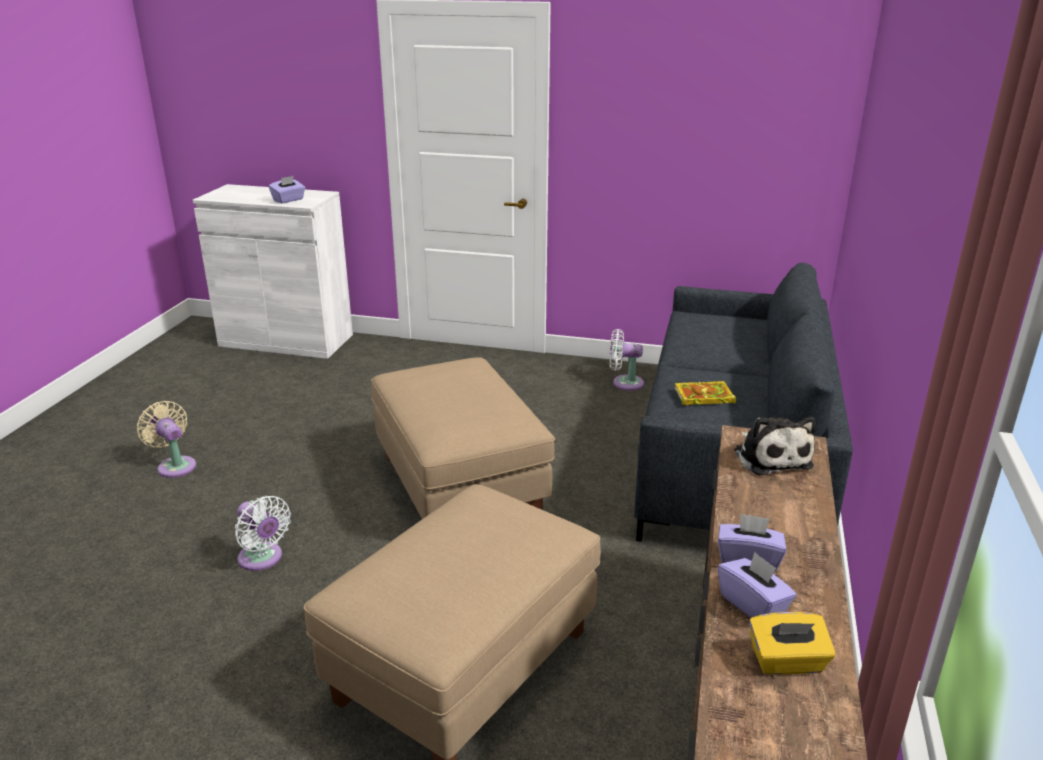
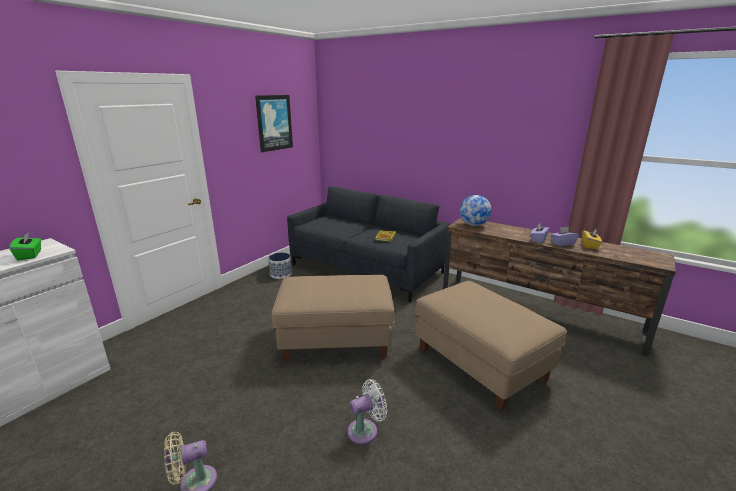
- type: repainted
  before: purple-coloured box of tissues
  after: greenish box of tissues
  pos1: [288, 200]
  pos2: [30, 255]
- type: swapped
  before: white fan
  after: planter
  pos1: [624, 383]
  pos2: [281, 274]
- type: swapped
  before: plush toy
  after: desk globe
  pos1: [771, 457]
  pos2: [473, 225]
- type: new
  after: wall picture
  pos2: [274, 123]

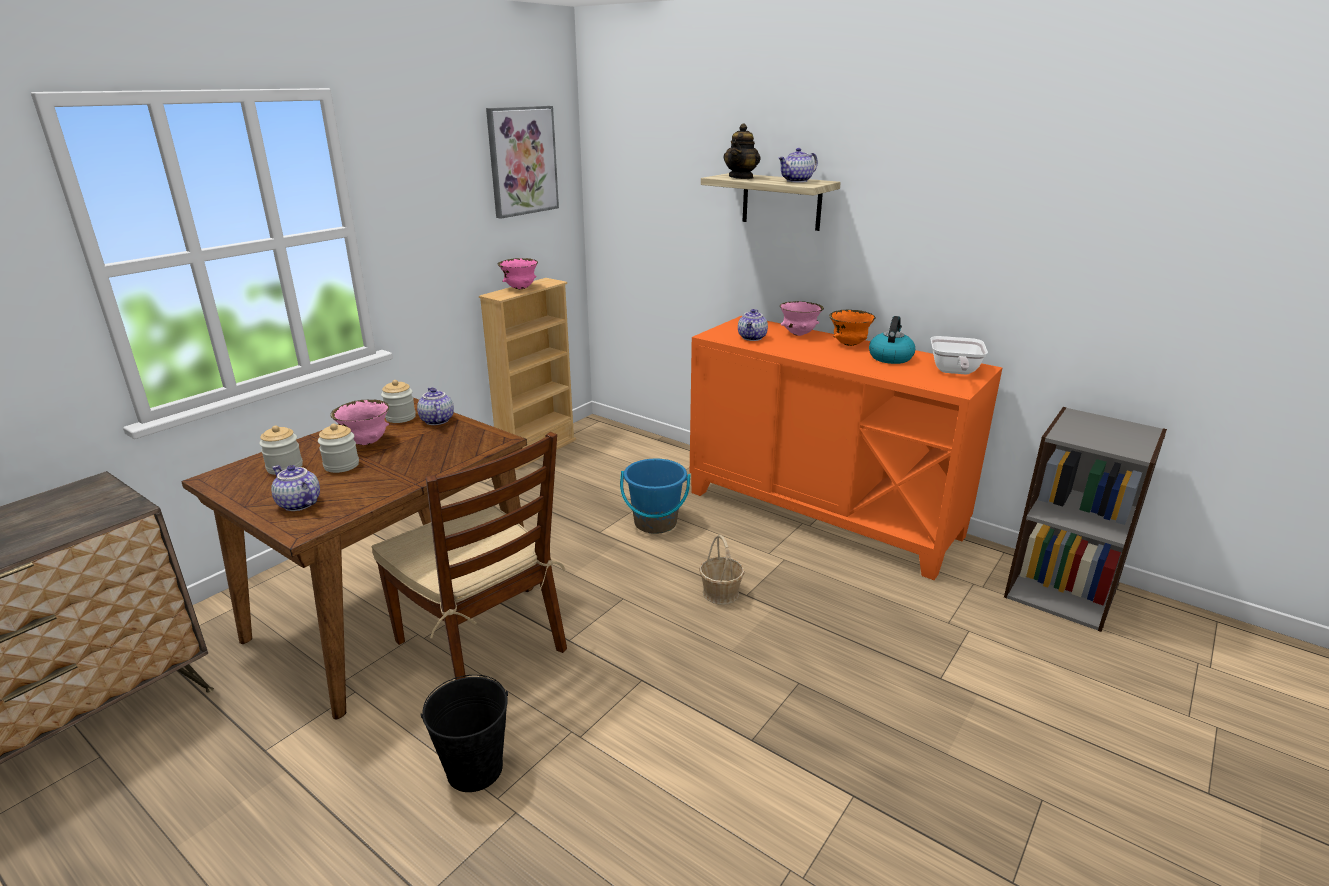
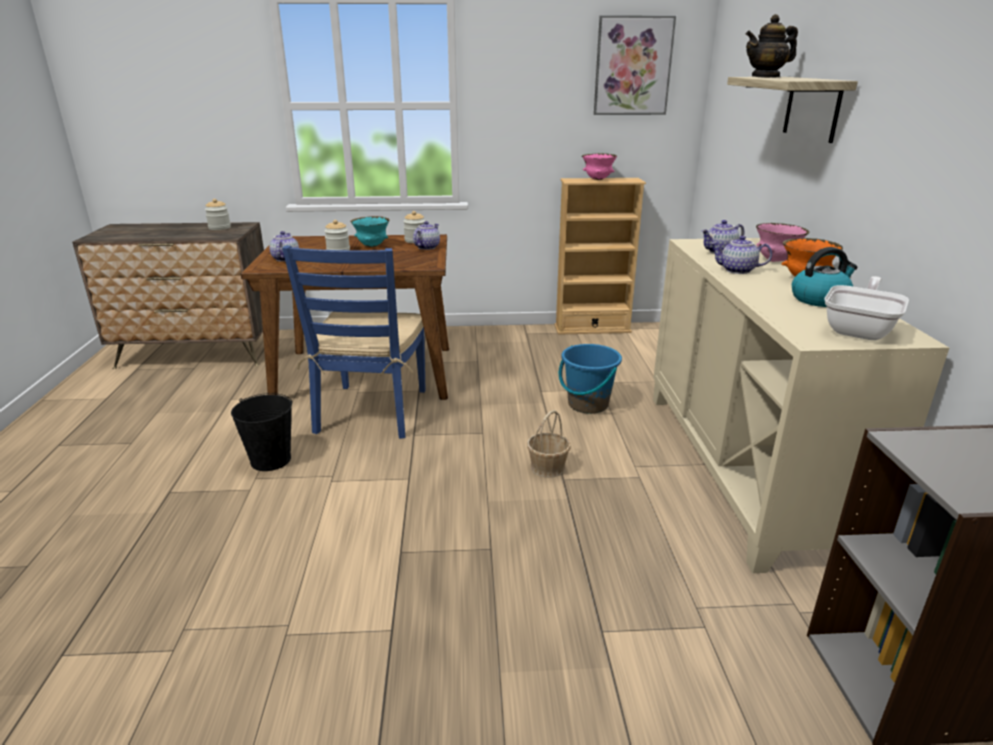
- type: shifted
  before: preserve jar
  pos1: [285, 467]
  pos2: [219, 228]
- type: repainted
  before: pinkish serving bowl
  after: turquoise-coloured serving bowl
  pos1: [366, 443]
  pos2: [372, 246]
- type: repainted
  before: brown plain chair
  after: blue-coloured plain chair
  pos1: [482, 646]
  pos2: [372, 411]
- type: repainted
  before: orange-coloured storage cabinet
  after: sand-coloured storage cabinet
  pos1: [822, 513]
  pos2: [743, 467]
- type: shifted
  before: tea pot
  pos1: [797, 181]
  pos2: [737, 270]
- type: rotated
  before: skillet
  pos1: [954, 372]
  pos2: [860, 329]
  turn: 150

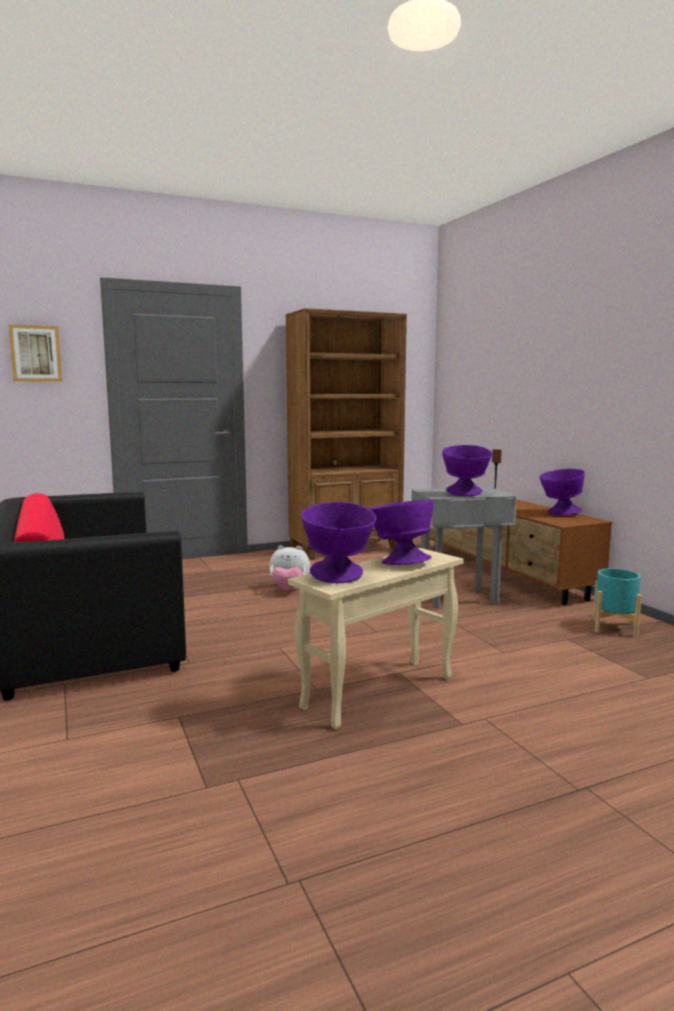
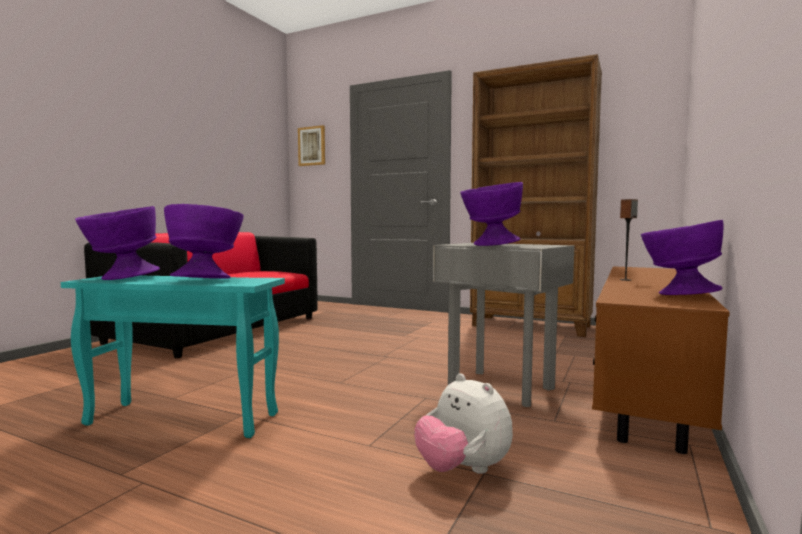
- type: shifted
  before: plush toy
  pos1: [289, 590]
  pos2: [463, 470]
- type: repainted
  before: sand-coloured side table
  after: turquoise-coloured side table
  pos1: [379, 692]
  pos2: [182, 419]
- type: gone
  before: turquoise-coloured planter
  pos1: [615, 627]

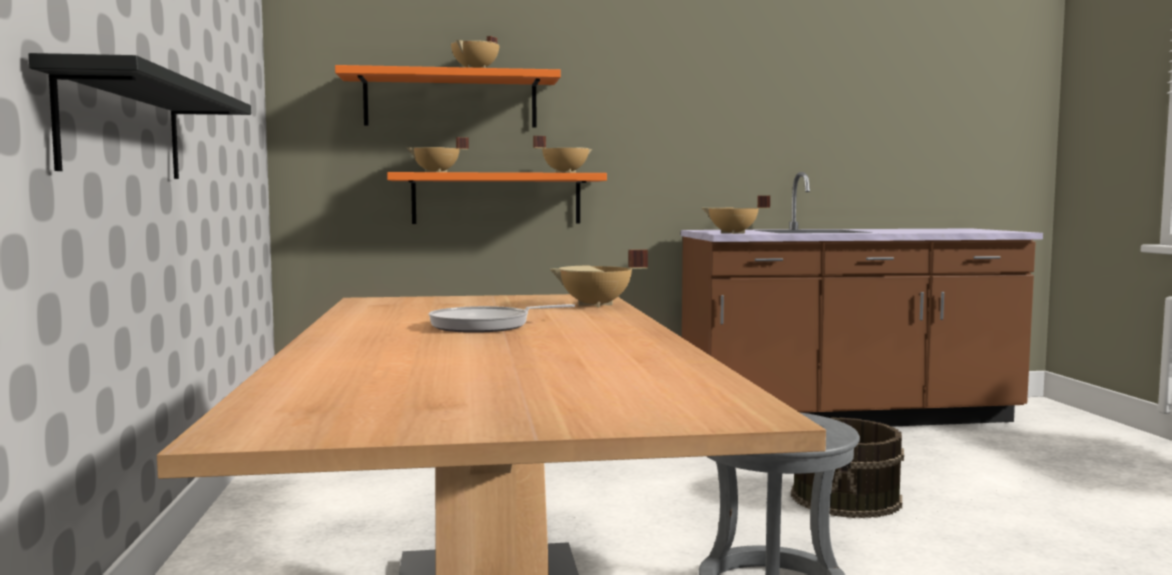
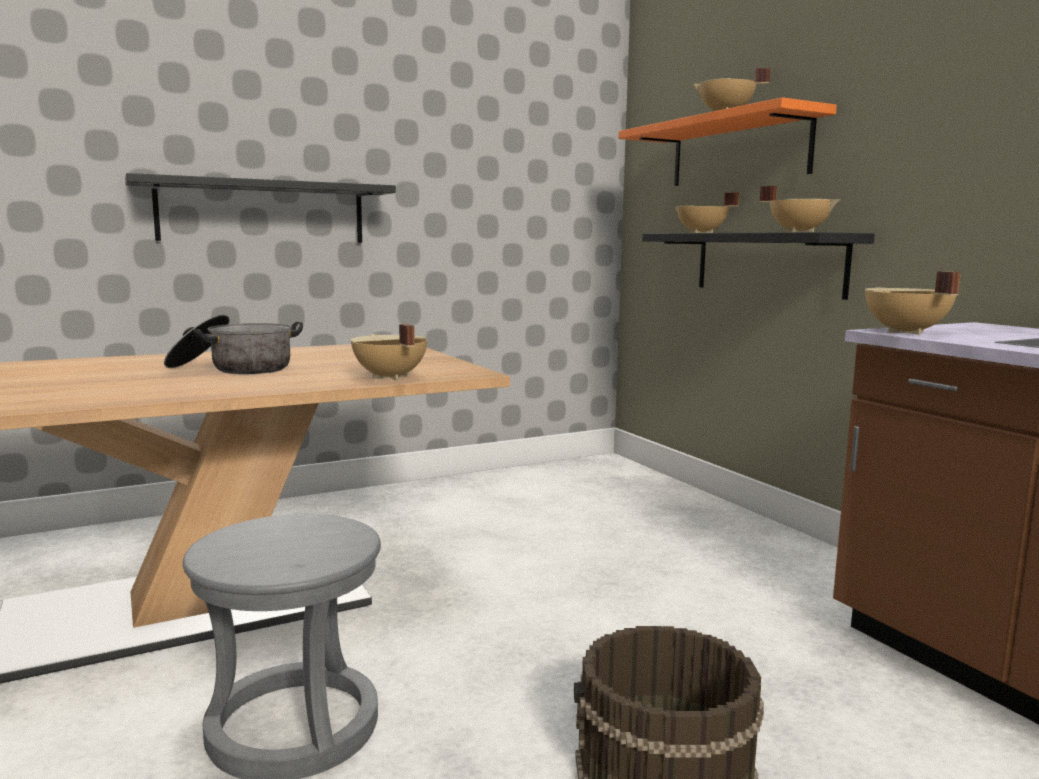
- type: repainted
  before: orange-coloured wall shelf
  after: black-coloured wall shelf
  pos1: [496, 198]
  pos2: [768, 263]
- type: swapped
  before: skillet
  after: saucepot
  pos1: [486, 325]
  pos2: [233, 369]

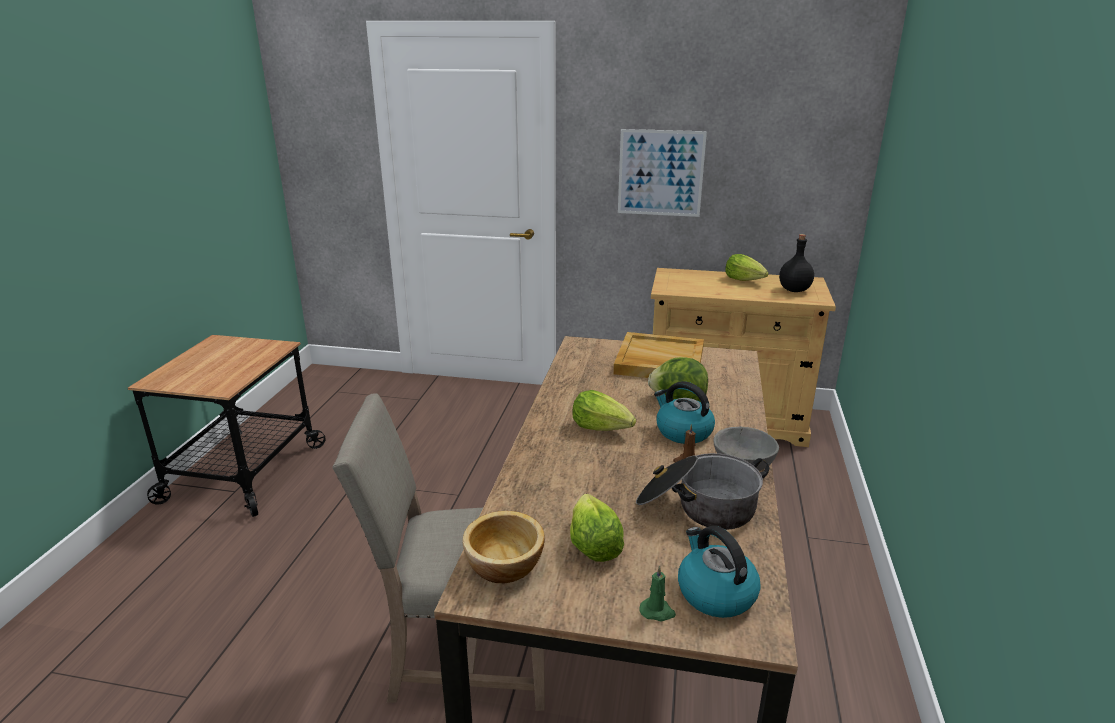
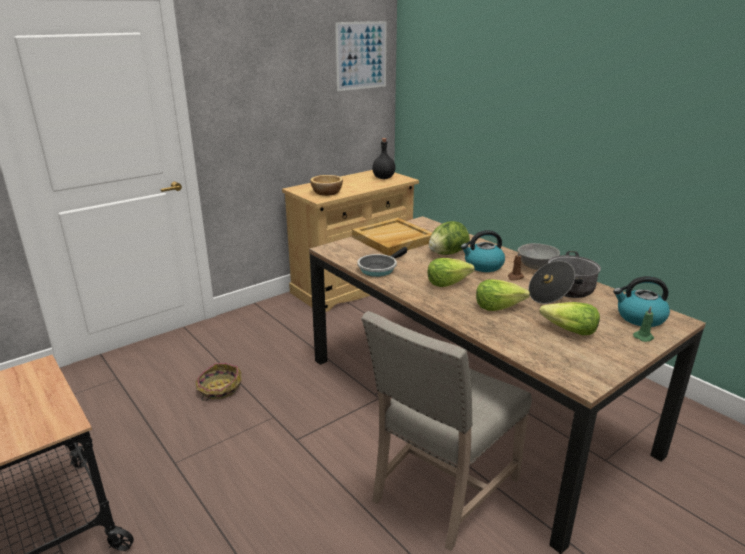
- type: shifted
  before: serving bowl
  pos1: [505, 565]
  pos2: [327, 192]
- type: shifted
  before: wall picture
  pos1: [660, 173]
  pos2: [361, 55]
- type: shifted
  before: lettuce head
  pos1: [744, 280]
  pos2: [498, 307]
- type: new
  after: basket
  pos2: [219, 389]
- type: new
  after: skillet
  pos2: [379, 268]

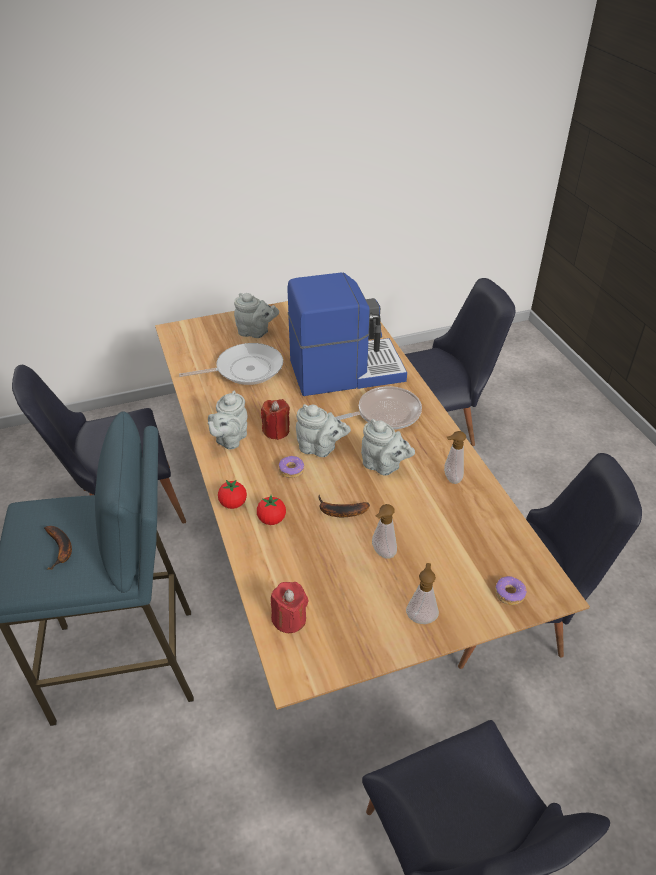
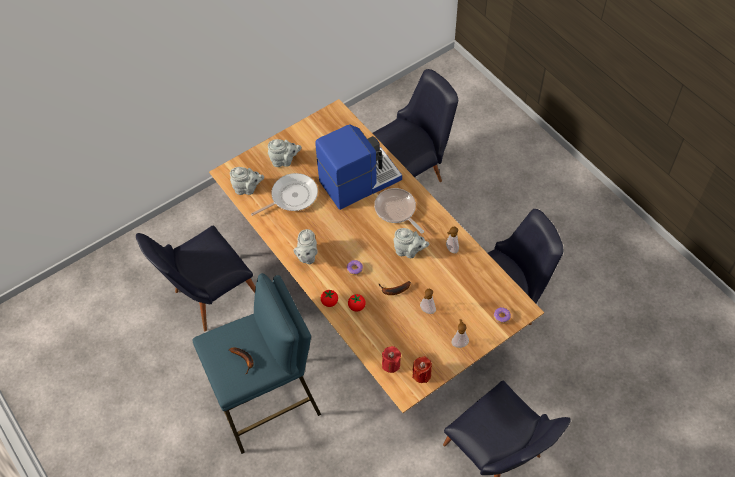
- type: shifted
  before: red wax candle
  pos1: [276, 431]
  pos2: [421, 374]
- type: shifted
  before: grey tea pot
  pos1: [320, 449]
  pos2: [247, 189]
- type: rotated
  before: skillet
  pos1: [385, 413]
  pos2: [396, 210]
  turn: -90

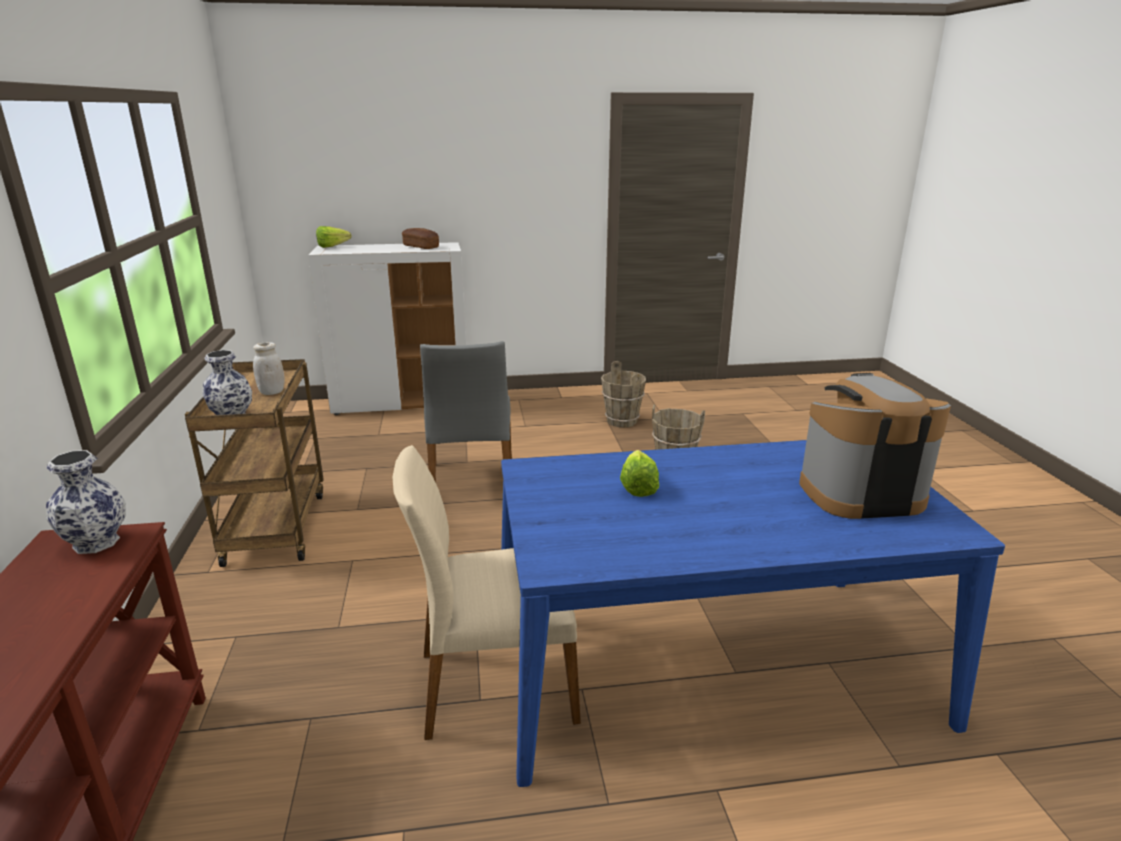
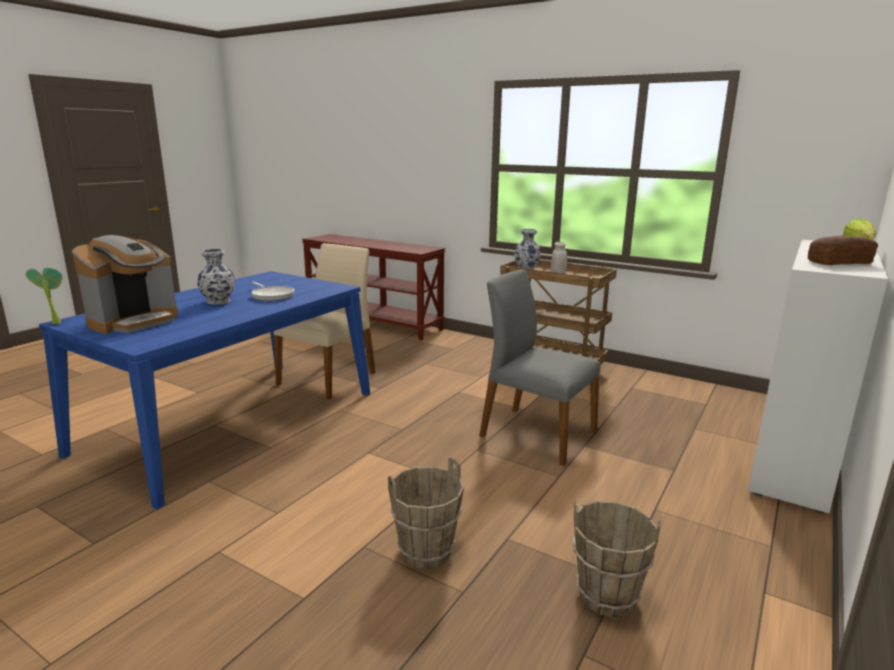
- type: shifted
  before: flower vase
  pos1: [96, 543]
  pos2: [218, 301]
- type: swapped
  before: lettuce head
  after: skillet
  pos1: [639, 485]
  pos2: [272, 295]
- type: new
  after: potted plant
  pos2: [55, 323]

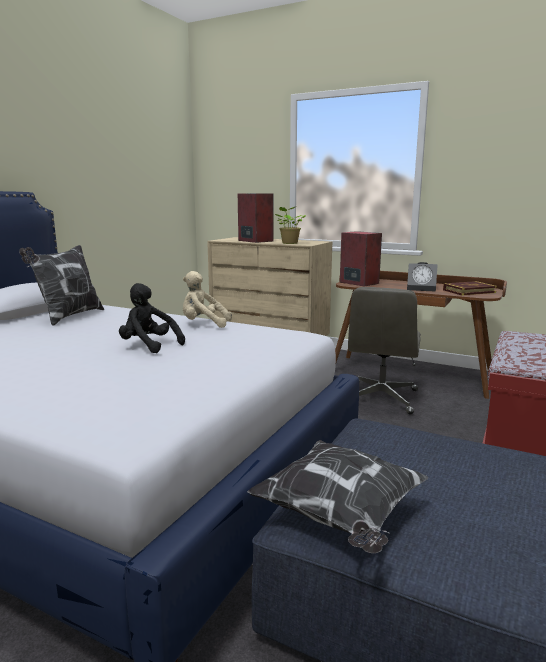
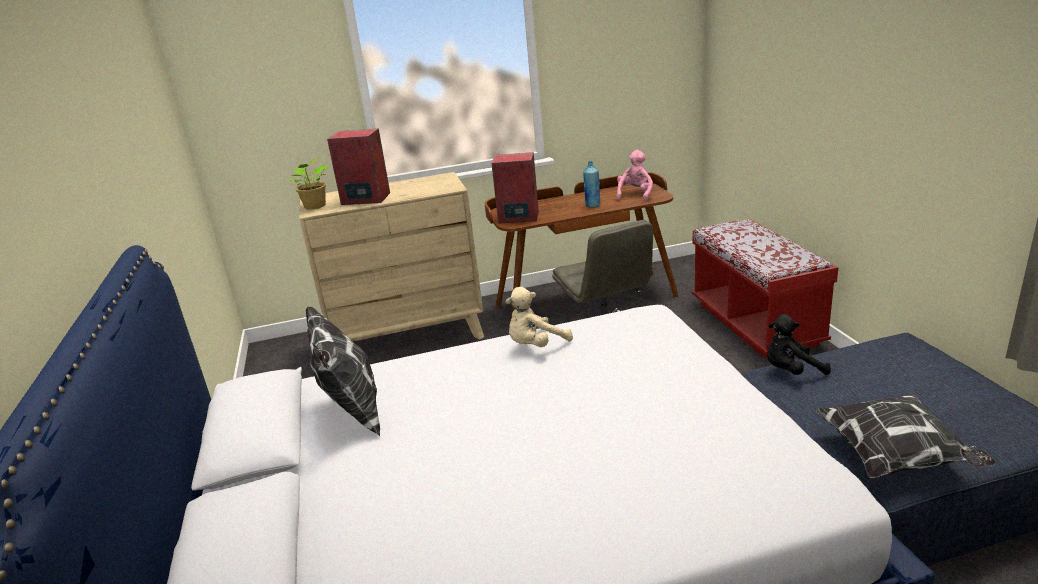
- type: shifted
  before: black-coloured plush toy
  pos1: [149, 346]
  pos2: [791, 371]
- type: shifted
  before: potted plant
  pos1: [289, 243]
  pos2: [315, 206]
- type: swapped
  before: bedside clock
  after: blue-coloured bottle
  pos1: [422, 289]
  pos2: [592, 205]
- type: swapped
  before: book
  after: pinkish plush toy
  pos1: [469, 291]
  pos2: [635, 195]

